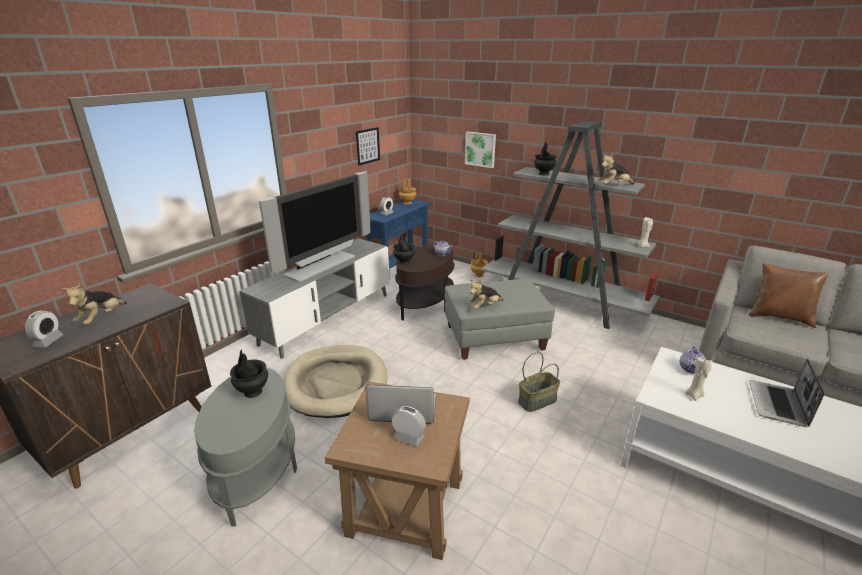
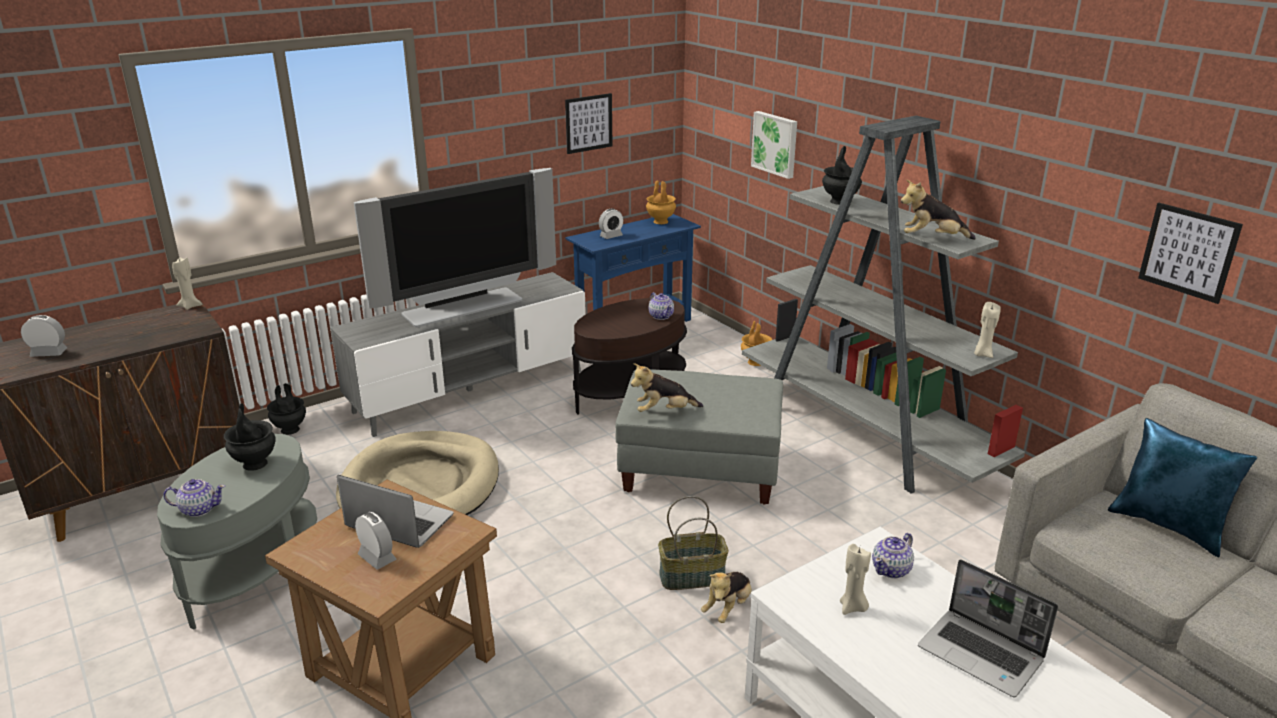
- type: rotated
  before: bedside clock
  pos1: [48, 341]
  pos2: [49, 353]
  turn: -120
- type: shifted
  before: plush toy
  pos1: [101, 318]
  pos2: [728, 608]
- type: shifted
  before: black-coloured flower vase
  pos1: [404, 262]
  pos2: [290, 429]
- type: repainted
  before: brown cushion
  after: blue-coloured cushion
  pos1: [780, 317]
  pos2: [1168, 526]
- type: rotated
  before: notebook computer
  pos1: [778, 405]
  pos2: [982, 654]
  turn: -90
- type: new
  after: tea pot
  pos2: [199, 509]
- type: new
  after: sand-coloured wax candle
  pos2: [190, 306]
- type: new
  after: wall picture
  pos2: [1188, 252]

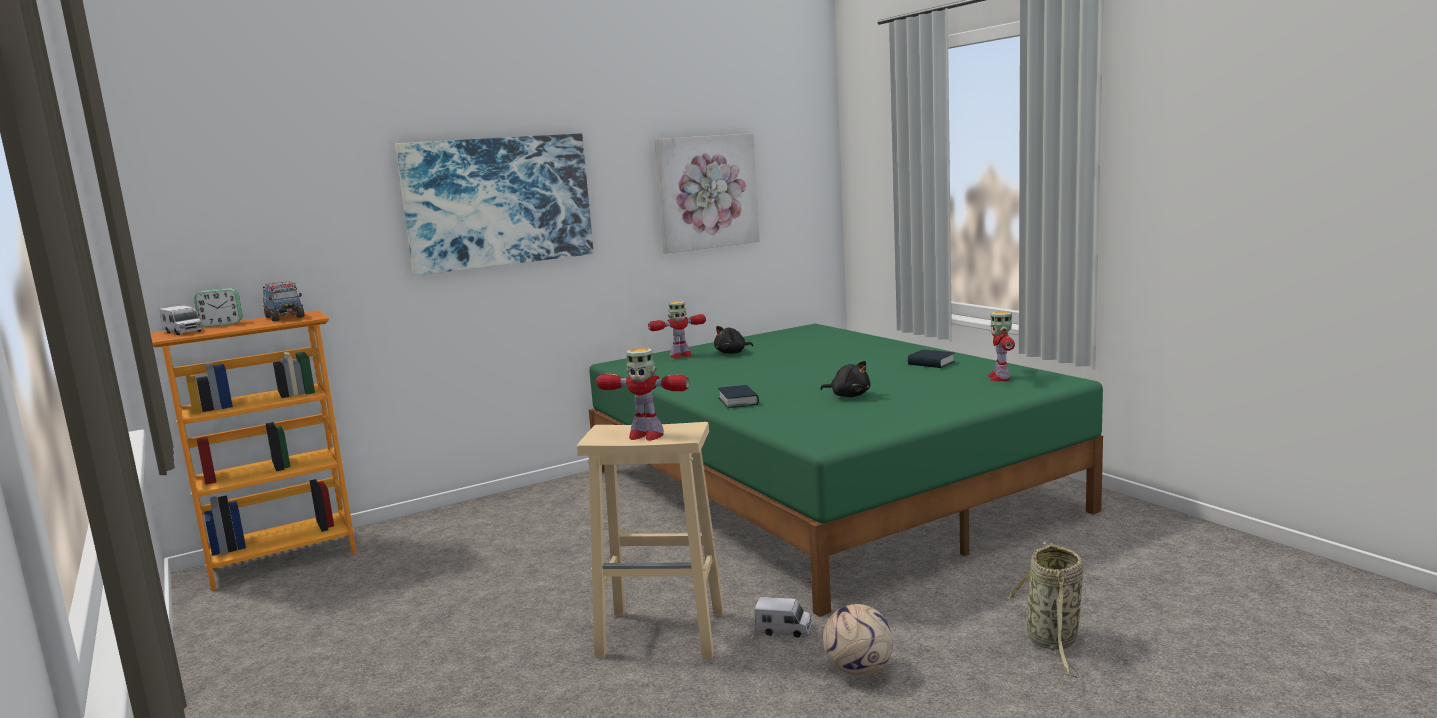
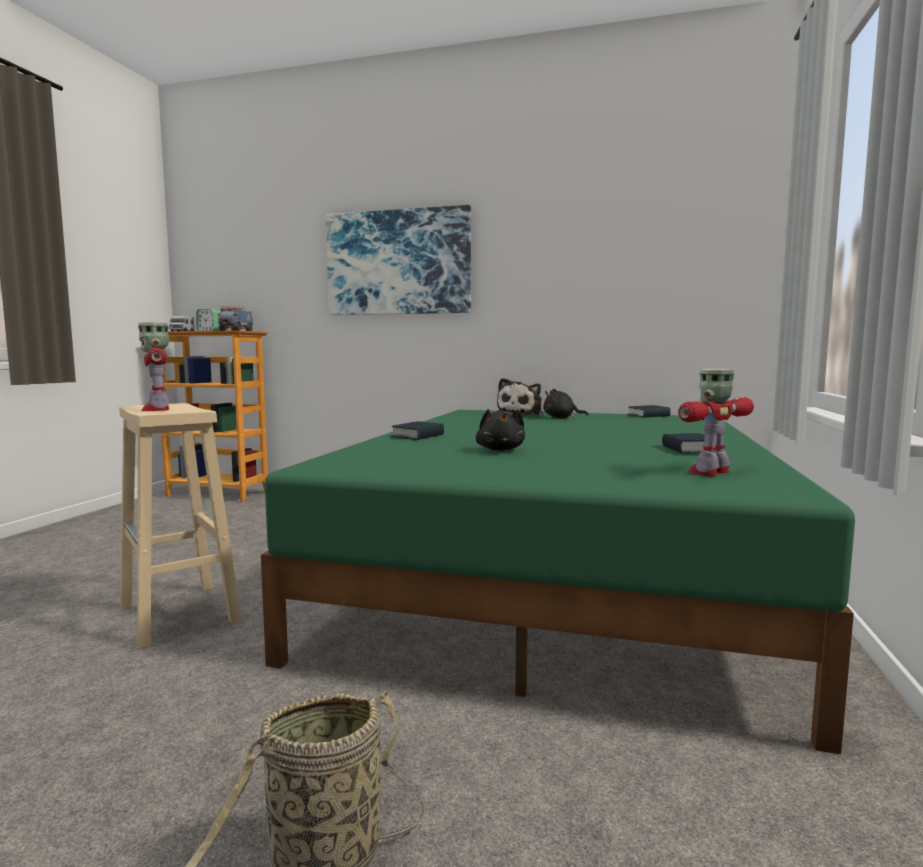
- type: swapped
  before: model robot
  after: plush toy
  pos1: [680, 356]
  pos2: [522, 414]
- type: gone
  before: wall picture
  pos1: [706, 192]
- type: gone
  before: model truck
  pos1: [784, 630]
- type: gone
  before: ball for football
  pos1: [859, 670]
- type: new
  after: book
  pos2: [648, 415]

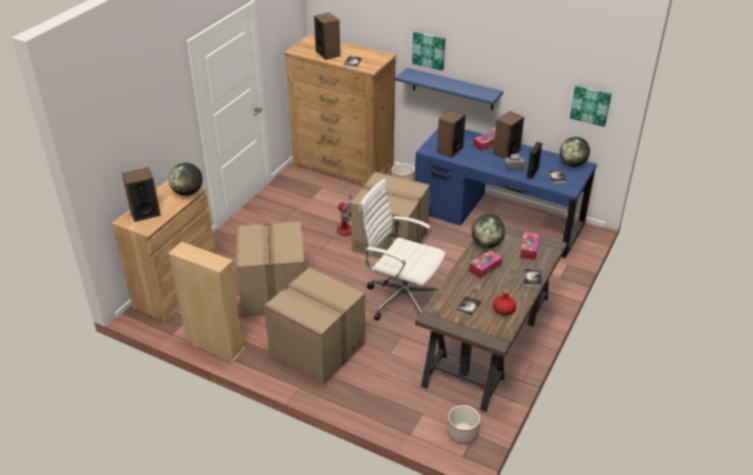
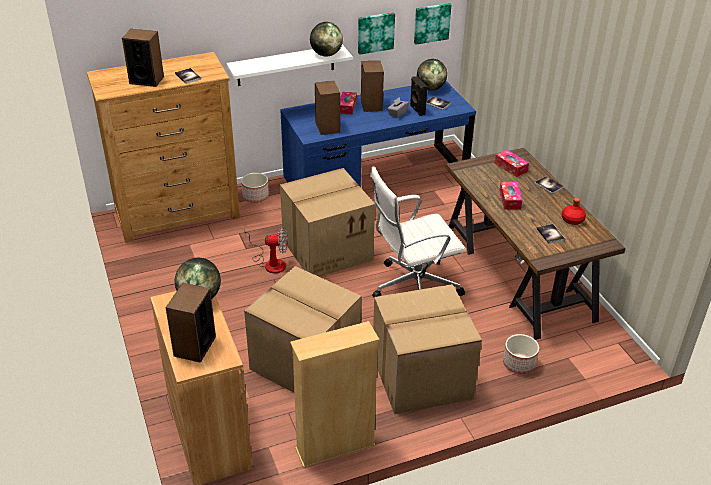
- type: repainted
  before: blue-coloured wall shelf
  after: white wall shelf
  pos1: [453, 89]
  pos2: [286, 65]
- type: shifted
  before: wall picture
  pos1: [429, 50]
  pos2: [375, 32]
- type: shifted
  before: planter
  pos1: [462, 433]
  pos2: [519, 364]
- type: shifted
  before: desk globe
  pos1: [486, 244]
  pos2: [326, 54]

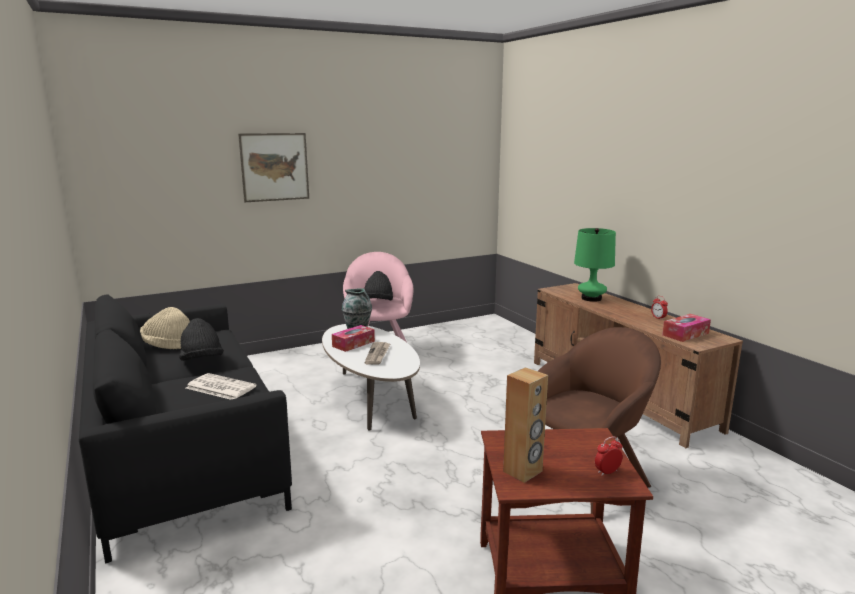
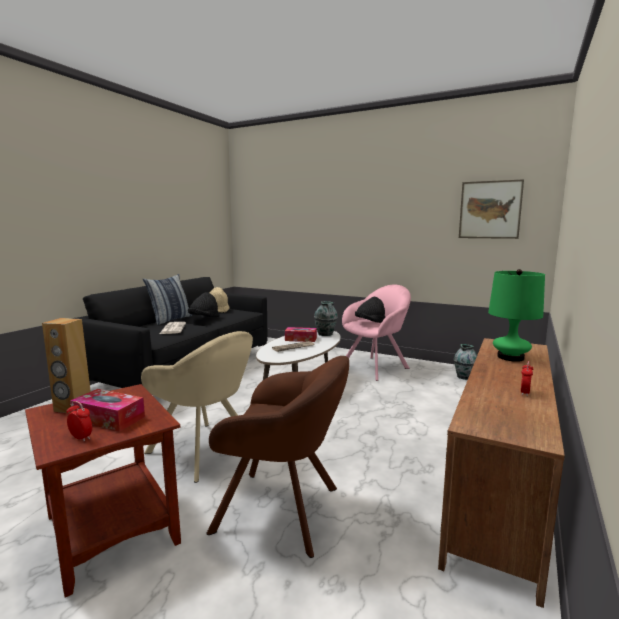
- type: shifted
  before: wall picture
  pos1: [274, 167]
  pos2: [490, 210]
- type: shifted
  before: box of tissues
  pos1: [685, 334]
  pos2: [109, 418]
- type: new
  after: sand-coloured armchair
  pos2: [206, 451]
- type: new
  after: cushion
  pos2: [170, 319]
- type: new
  after: flower vase
  pos2: [464, 377]

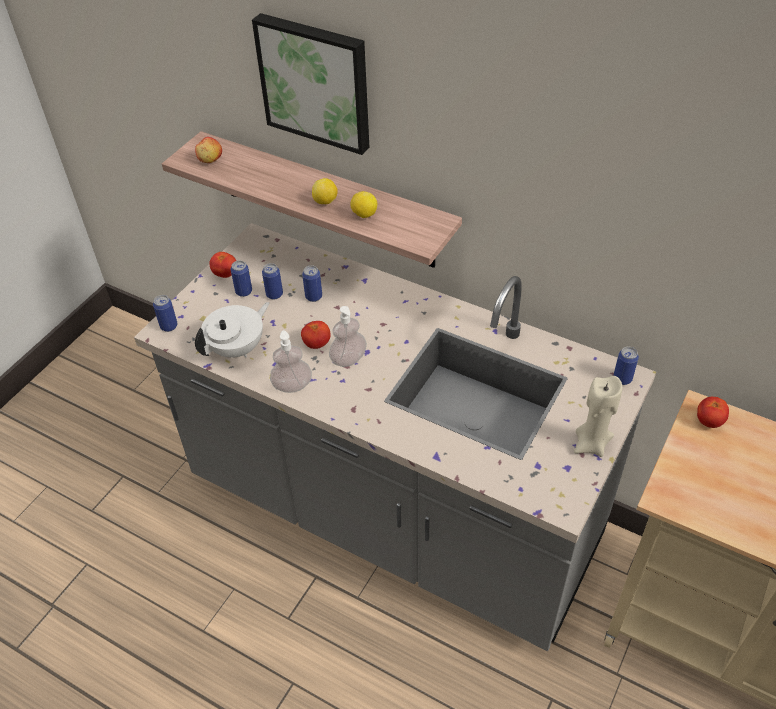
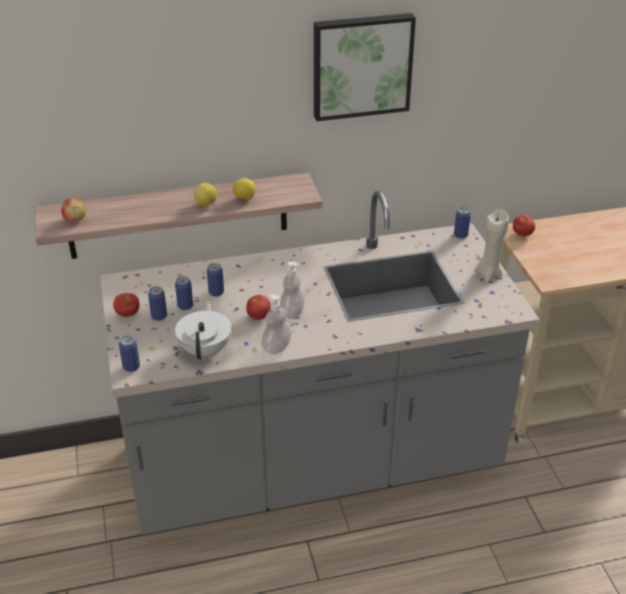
- type: shifted
  before: wall picture
  pos1: [316, 82]
  pos2: [361, 65]

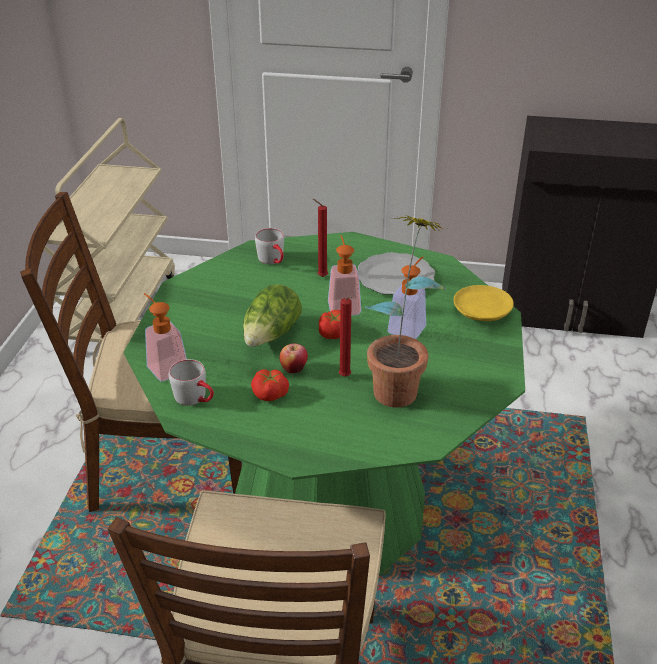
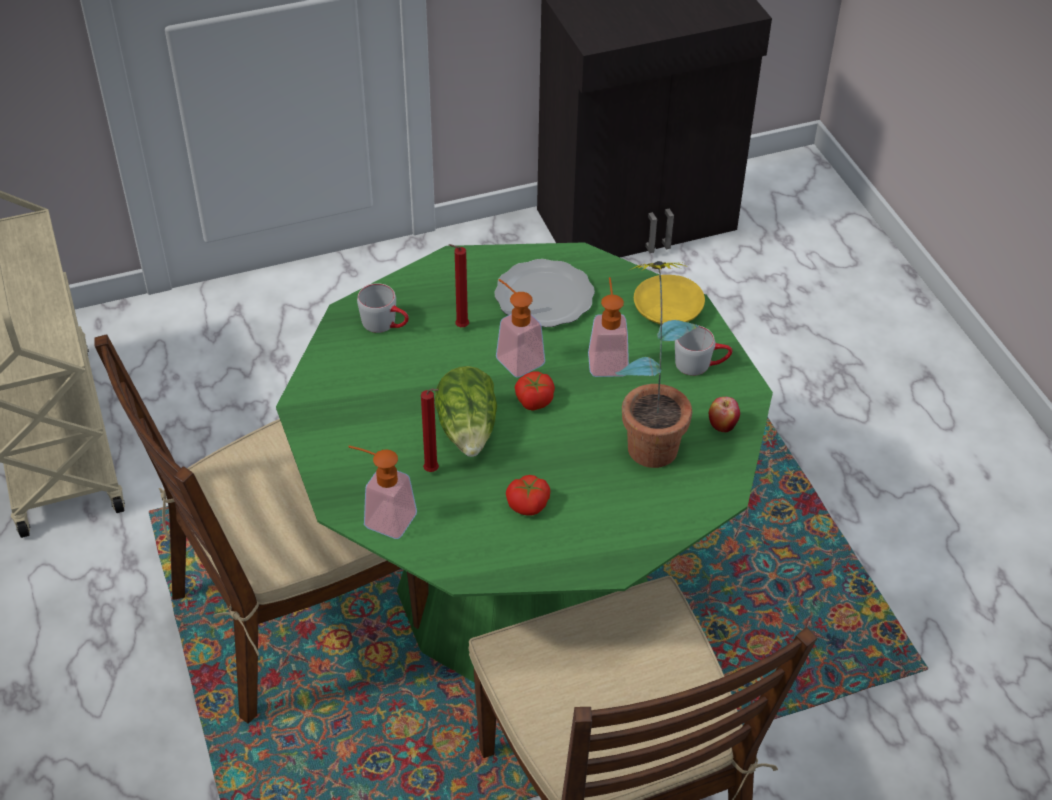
- type: shifted
  before: grey coffee mug
  pos1: [196, 398]
  pos2: [701, 364]
- type: shifted
  before: apple fruit
  pos1: [294, 369]
  pos2: [722, 425]
- type: shifted
  before: red wax candle
  pos1: [346, 377]
  pos2: [433, 471]

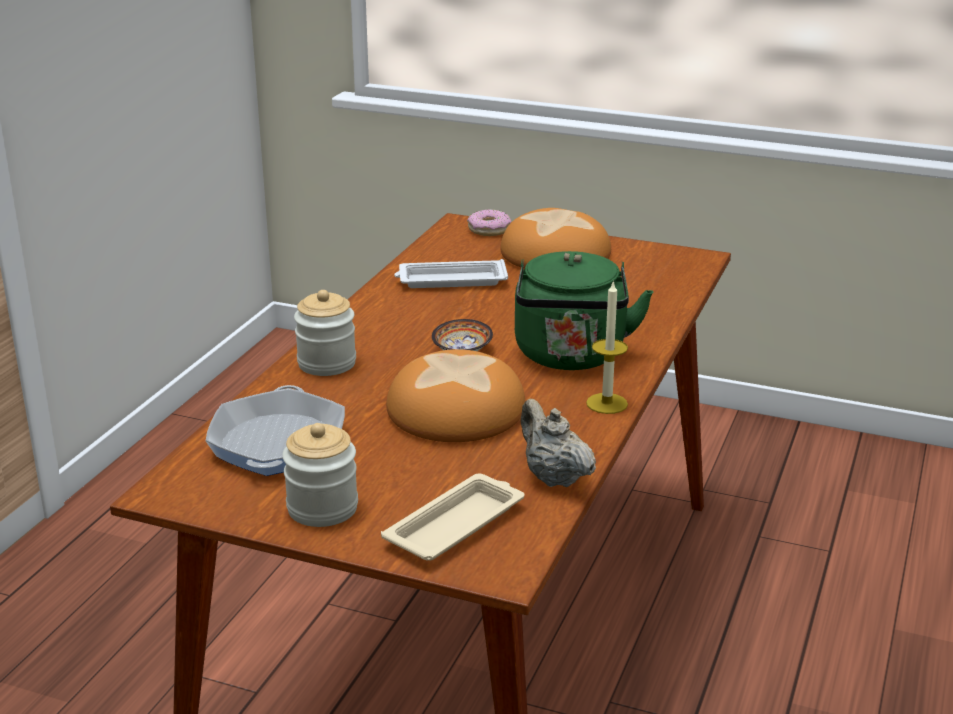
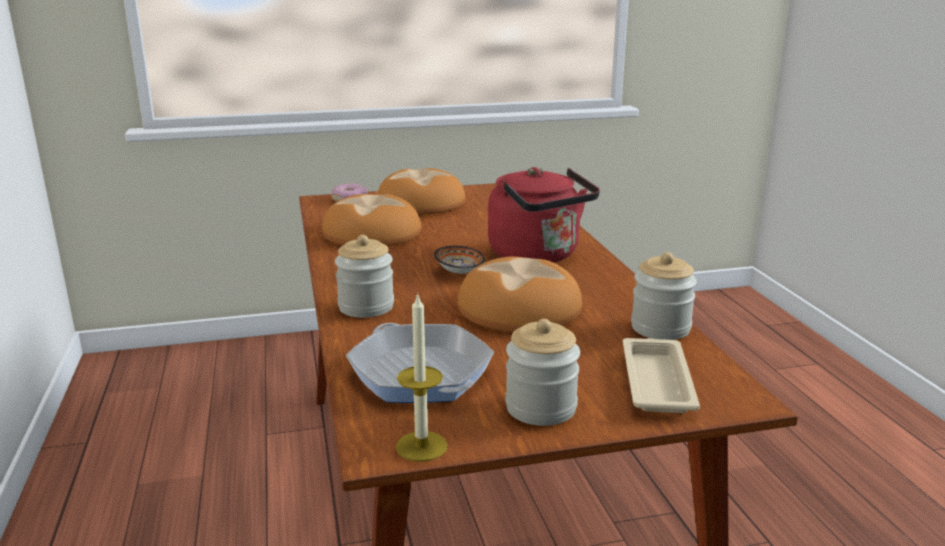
- type: swapped
  before: white serving tray
  after: baked bread
  pos1: [450, 280]
  pos2: [373, 233]
- type: repainted
  before: greenish water kettle
  after: red water kettle
  pos1: [571, 357]
  pos2: [538, 256]
- type: swapped
  before: sand-coloured tea pot
  after: preserve jar
  pos1: [553, 477]
  pos2: [660, 328]
- type: shifted
  before: wax candle
  pos1: [607, 403]
  pos2: [421, 446]

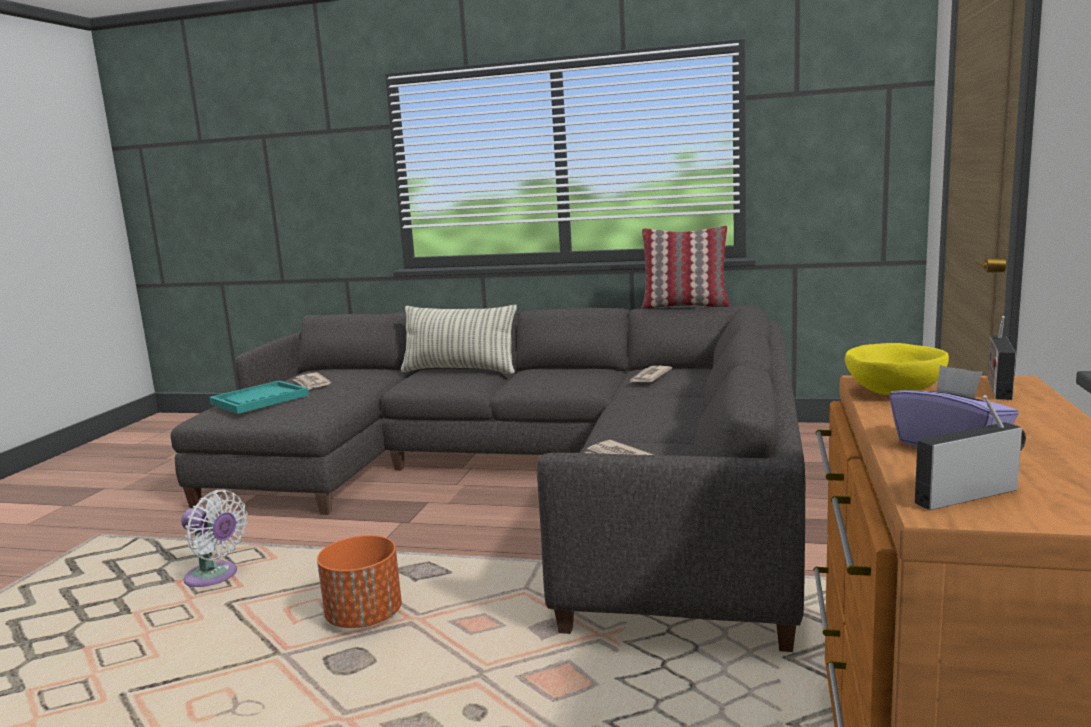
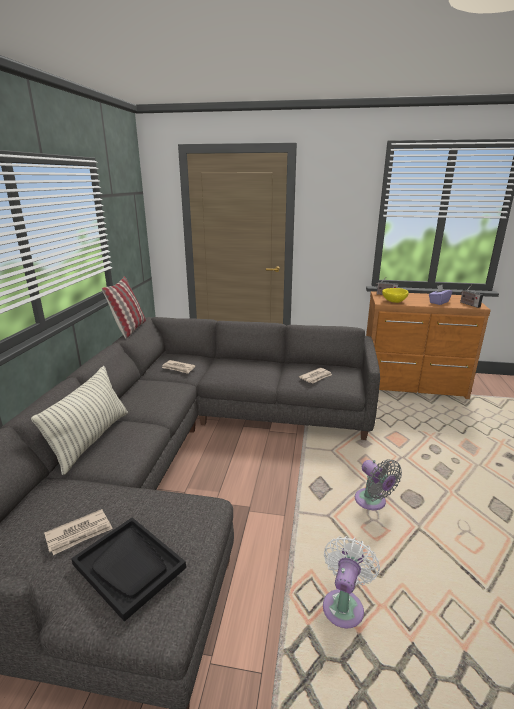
- type: repainted
  before: turquoise-coloured serving tray
  after: black-coloured serving tray
  pos1: [259, 399]
  pos2: [129, 566]
- type: swapped
  before: orange-coloured planter
  after: grey fan
  pos1: [365, 618]
  pos2: [372, 502]

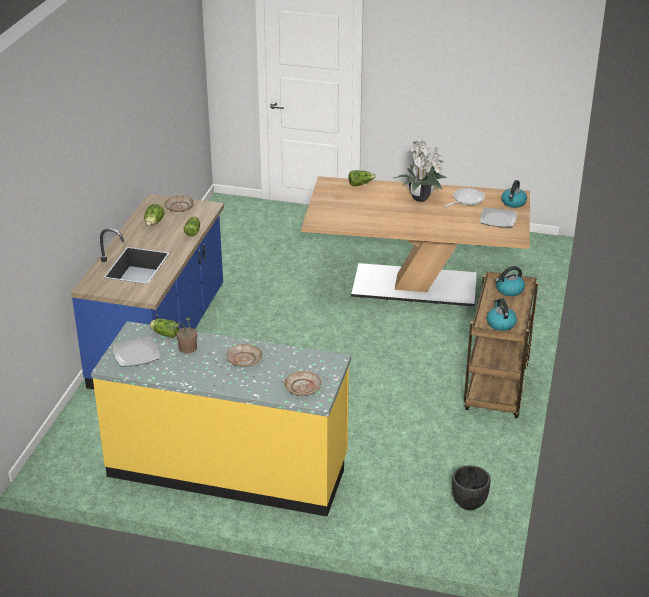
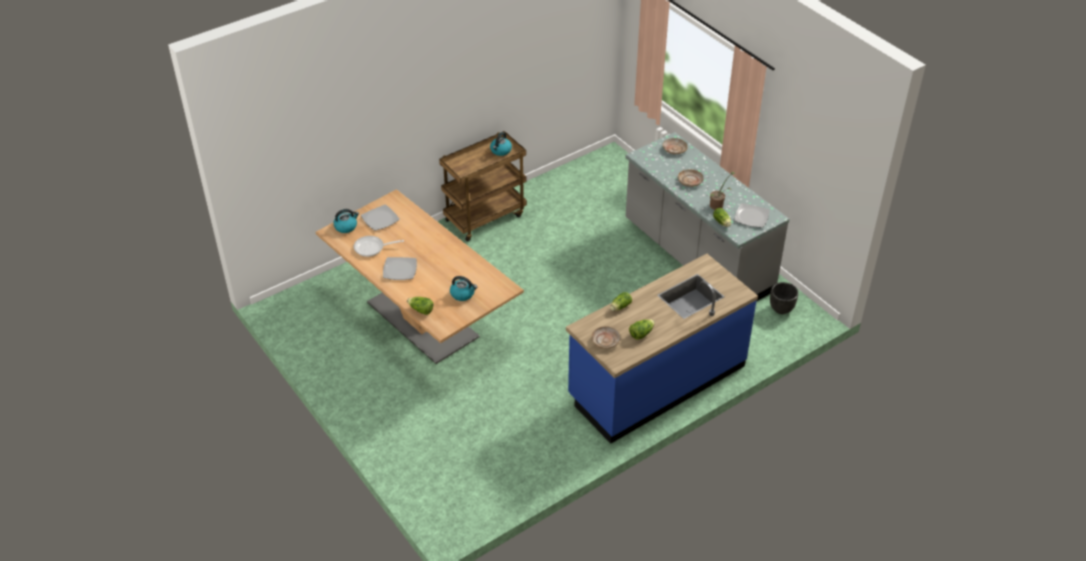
- type: repainted
  before: yellow-coloured kitchen base unit
  after: grey kitchen base unit
  pos1: [228, 467]
  pos2: [696, 257]
- type: swapped
  before: potted plant
  after: flat dish
  pos1: [420, 197]
  pos2: [399, 269]
- type: shifted
  before: black-coloured planter
  pos1: [469, 504]
  pos2: [781, 309]
- type: shifted
  before: water kettle
  pos1: [509, 290]
  pos2: [463, 294]

